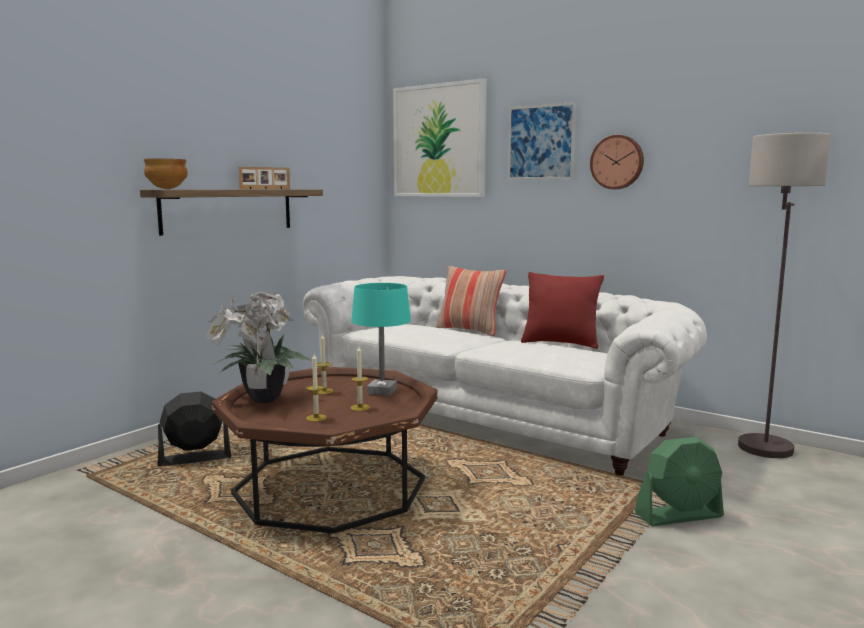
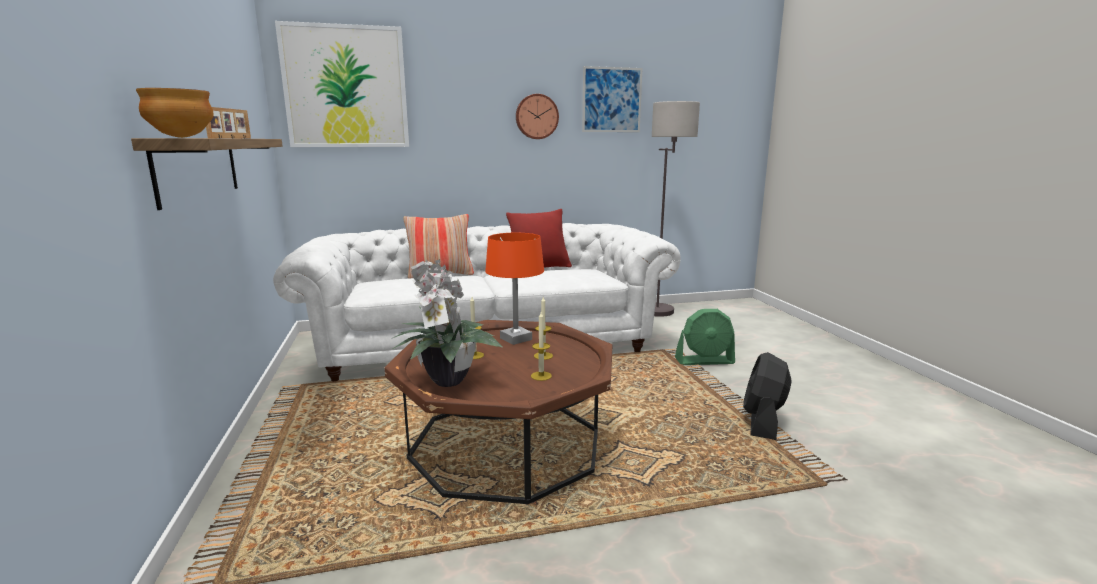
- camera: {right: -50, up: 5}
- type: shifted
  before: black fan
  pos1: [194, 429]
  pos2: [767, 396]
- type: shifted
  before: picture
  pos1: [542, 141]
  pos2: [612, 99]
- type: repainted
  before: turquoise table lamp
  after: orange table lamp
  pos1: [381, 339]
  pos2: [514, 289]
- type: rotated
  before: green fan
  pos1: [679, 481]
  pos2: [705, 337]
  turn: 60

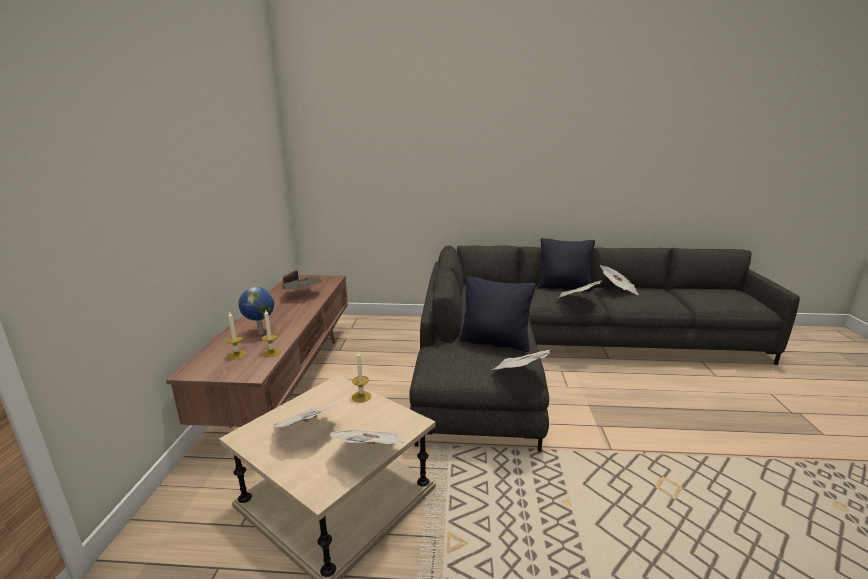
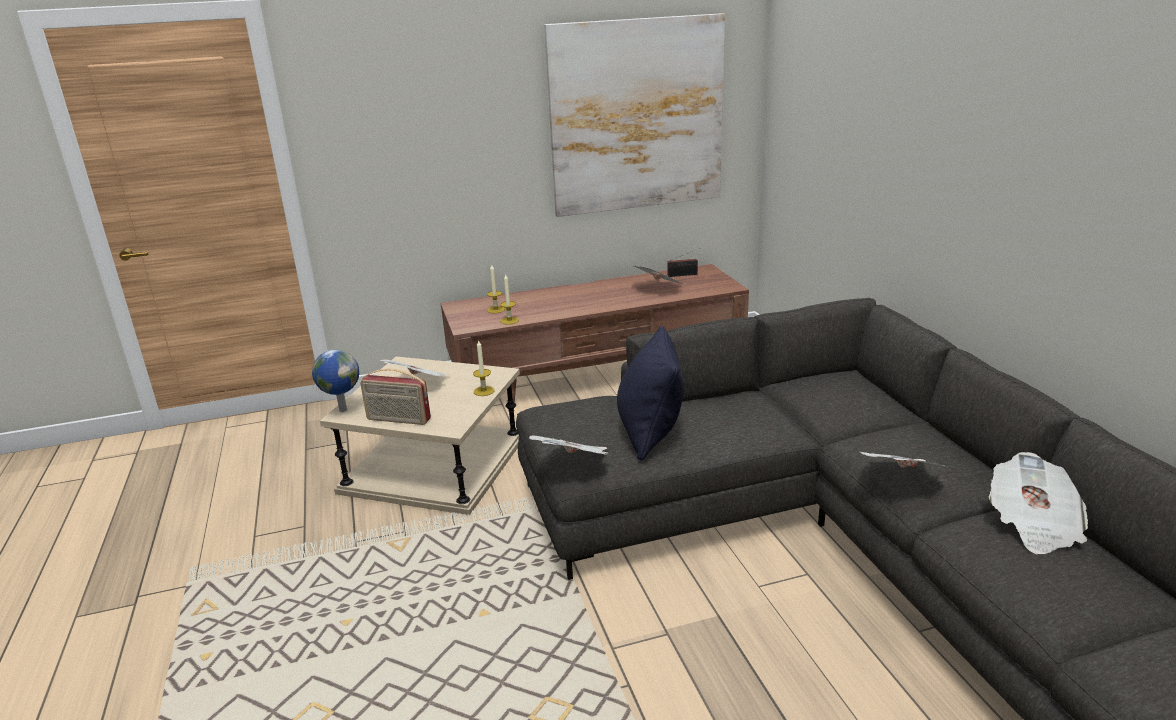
- camera: {right: 70, up: 5}
- type: gone
  before: black pillow
  pos1: [566, 264]
- type: new
  after: picture
  pos2: [634, 115]
- type: shifted
  before: globe
  pos1: [256, 310]
  pos2: [335, 380]
- type: swapped
  before: newspaper
  after: radio
  pos1: [367, 437]
  pos2: [395, 396]

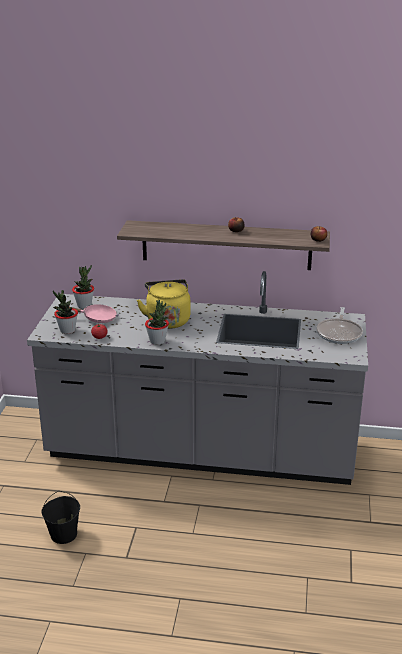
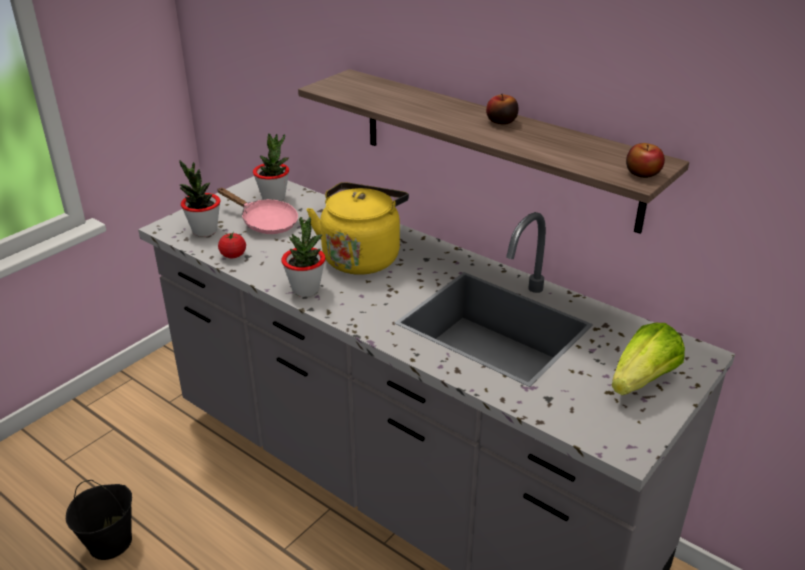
- camera: {right: 30, up: 5}
- type: swapped
  before: frying pan
  after: lettuce
  pos1: [340, 325]
  pos2: [648, 359]

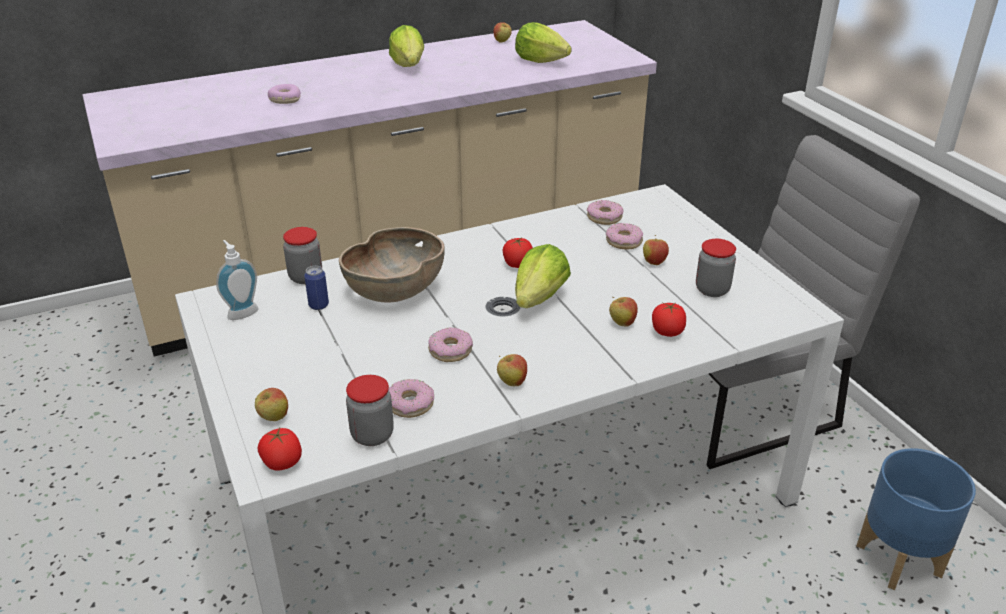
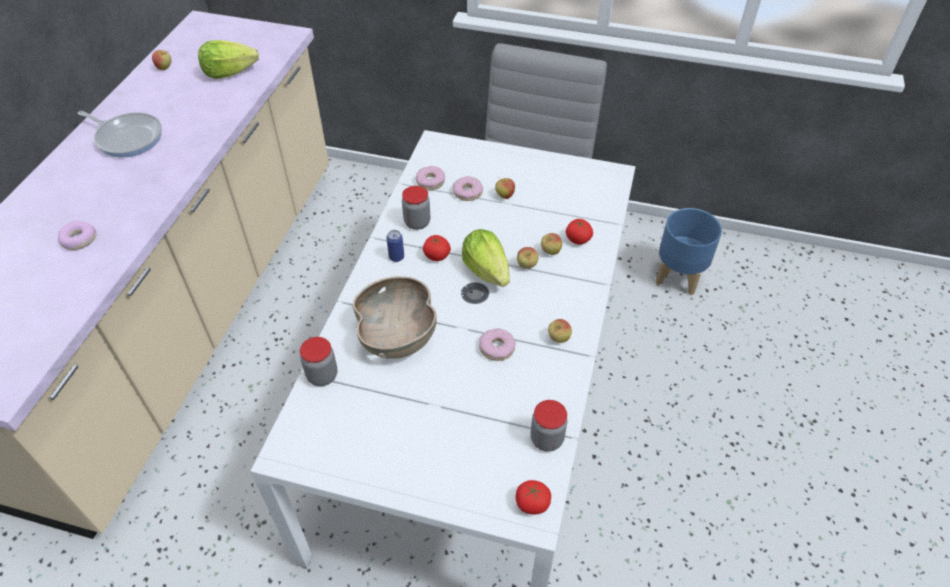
- camera: {right: -50, up: 15}
- type: gone
  before: soap dispenser
  pos1: [237, 280]
- type: gone
  before: donut
  pos1: [411, 398]
- type: shifted
  before: apple
  pos1: [271, 404]
  pos2: [528, 258]
- type: shifted
  before: can
  pos1: [316, 288]
  pos2: [395, 246]
- type: shifted
  before: jar
  pos1: [716, 268]
  pos2: [416, 208]
- type: swapped
  before: lettuce
  after: frying pan
  pos1: [406, 46]
  pos2: [120, 134]

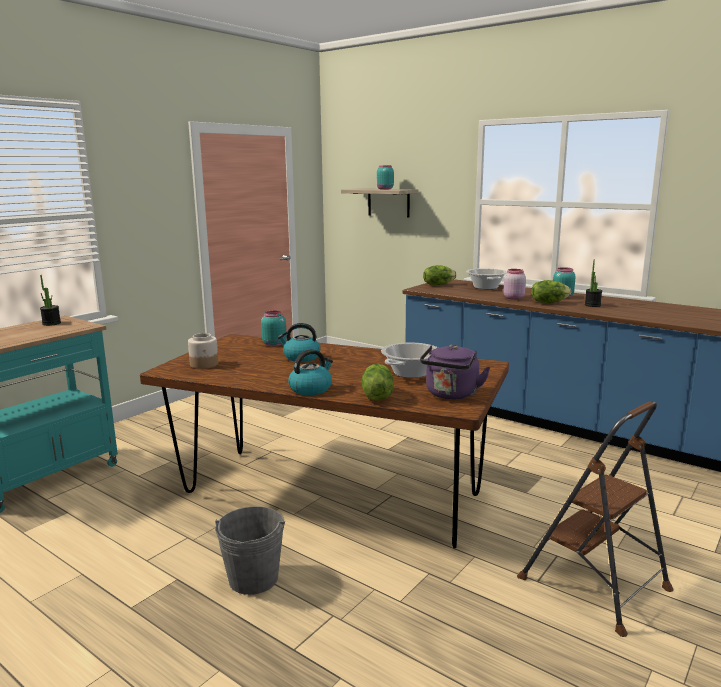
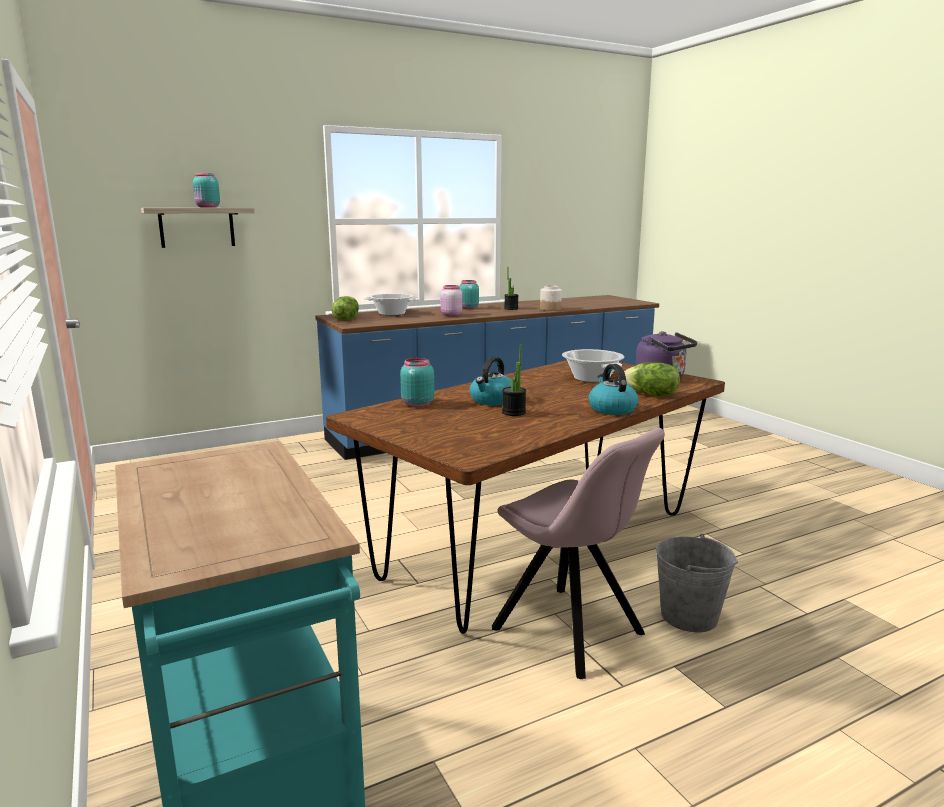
- camera: {right: -65, up: 0}
- type: gone
  before: brown step ladder
  pos1: [595, 519]
- type: gone
  before: lettuce
  pos1: [551, 291]
- type: new
  after: pink chair
  pos2: [578, 553]
- type: shifted
  before: potted plant
  pos1: [50, 300]
  pos2: [514, 380]
- type: shifted
  before: jar
  pos1: [203, 351]
  pos2: [551, 298]

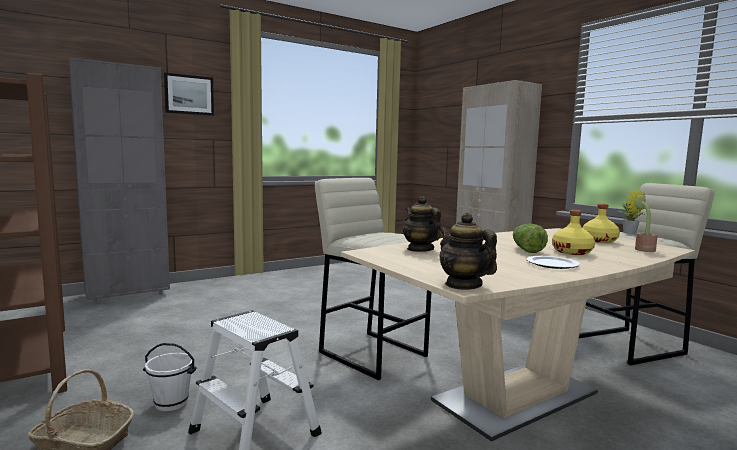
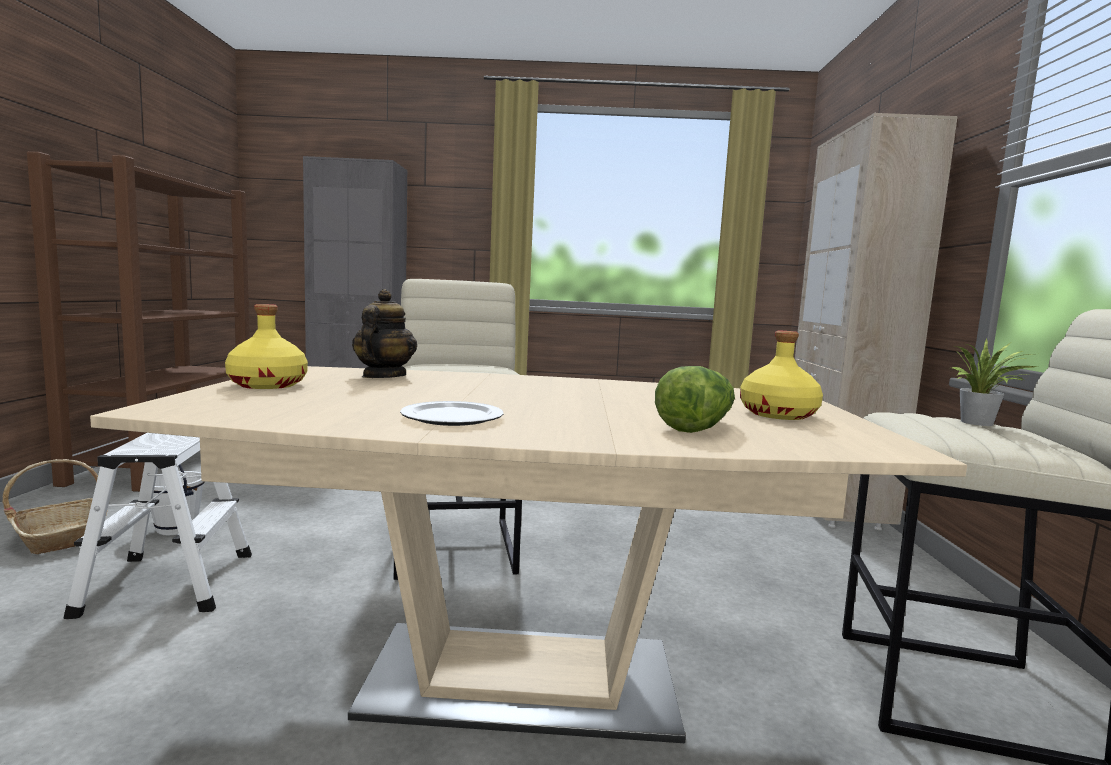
- camera: {right: 35, up: 0}
- type: gone
  before: picture
  pos1: [189, 94]
- type: gone
  before: teapot
  pos1: [468, 251]
- type: gone
  before: potted plant
  pos1: [641, 220]
- type: shifted
  before: lettuce
  pos1: [530, 238]
  pos2: [695, 399]
- type: shifted
  before: yellow bottle
  pos1: [573, 232]
  pos2: [266, 346]

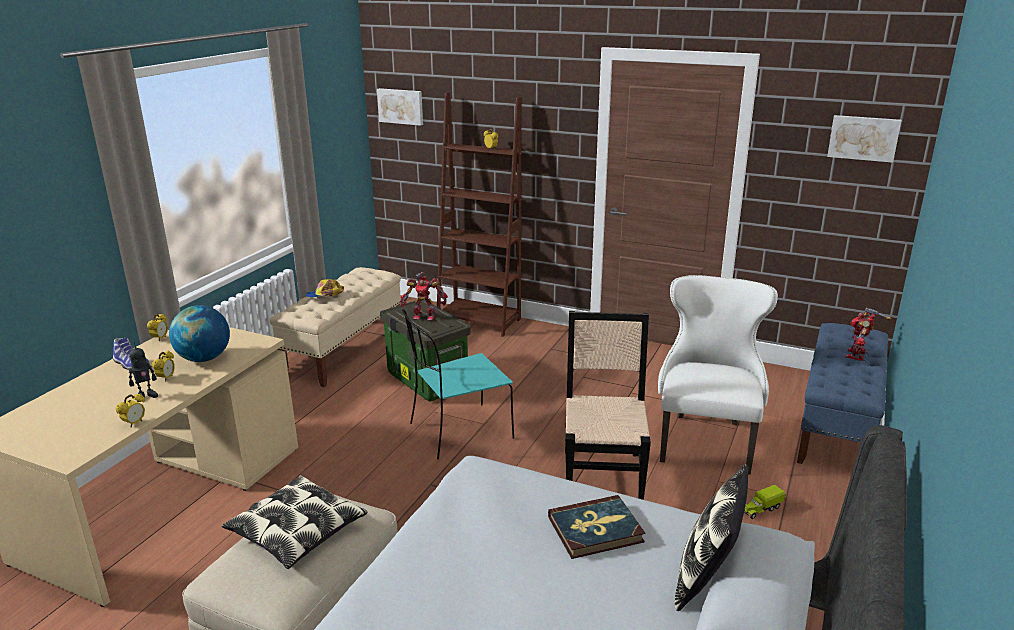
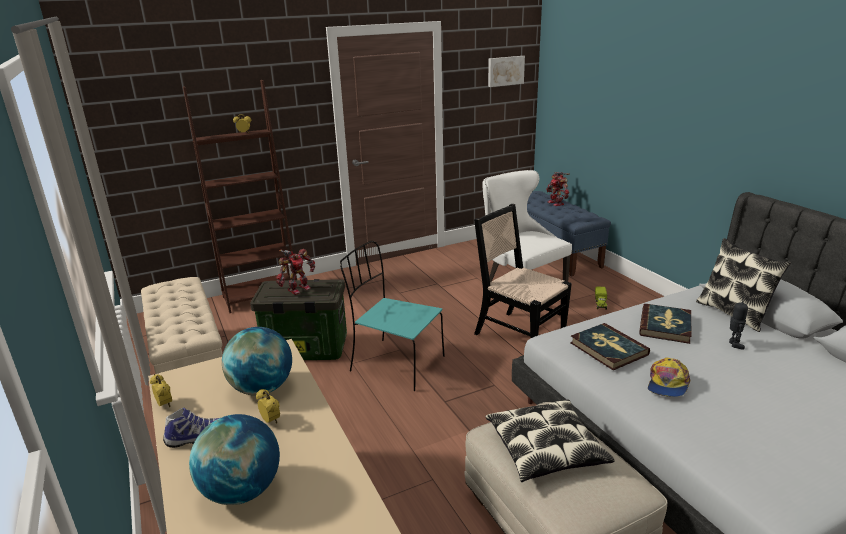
- camera: {right: -50, up: 0}
- type: gone
  before: alarm clock
  pos1: [130, 410]
- type: gone
  before: picture
  pos1: [400, 107]
- type: new
  after: globe
  pos2: [234, 459]
- type: new
  after: book
  pos2: [610, 346]
- type: shifted
  before: toy robot
  pos1: [143, 371]
  pos2: [738, 323]
- type: shifted
  before: cap
  pos1: [325, 288]
  pos2: [669, 377]
- type: rotated
  before: turquoise chair
  pos1: [458, 384]
  pos2: [392, 316]
  turn: 105

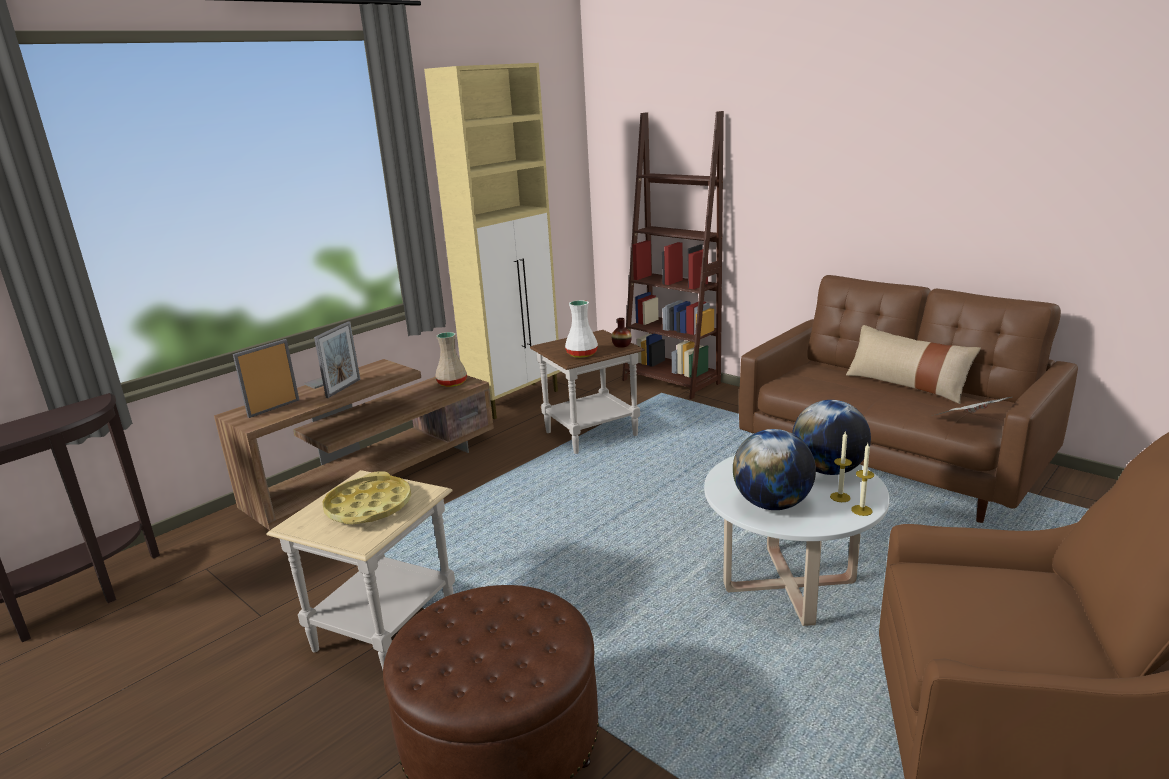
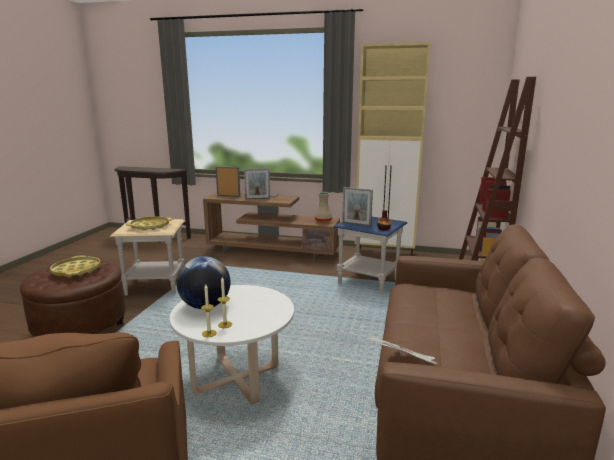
- camera: {right: 60, up: -5}
- type: gone
  before: globe
  pos1: [831, 437]
- type: gone
  before: beige pillow
  pos1: [913, 364]
- type: new
  after: yellow tray
  pos2: [75, 266]
- type: swapped
  before: white vase
  after: picture frame
  pos1: [581, 329]
  pos2: [357, 207]
- type: repainted
  before: brown side table
  after: blue side table
  pos1: [587, 392]
  pos2: [370, 255]

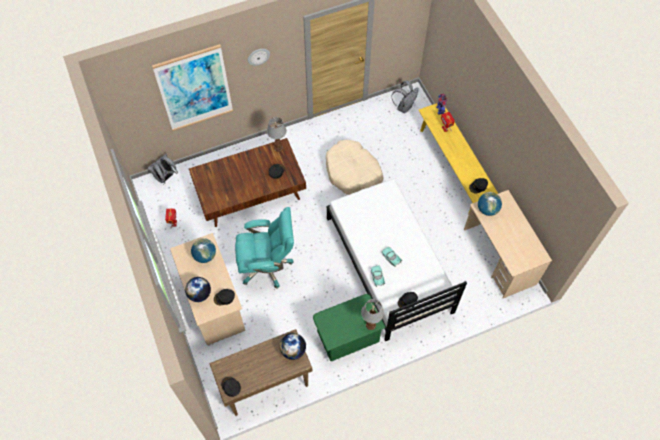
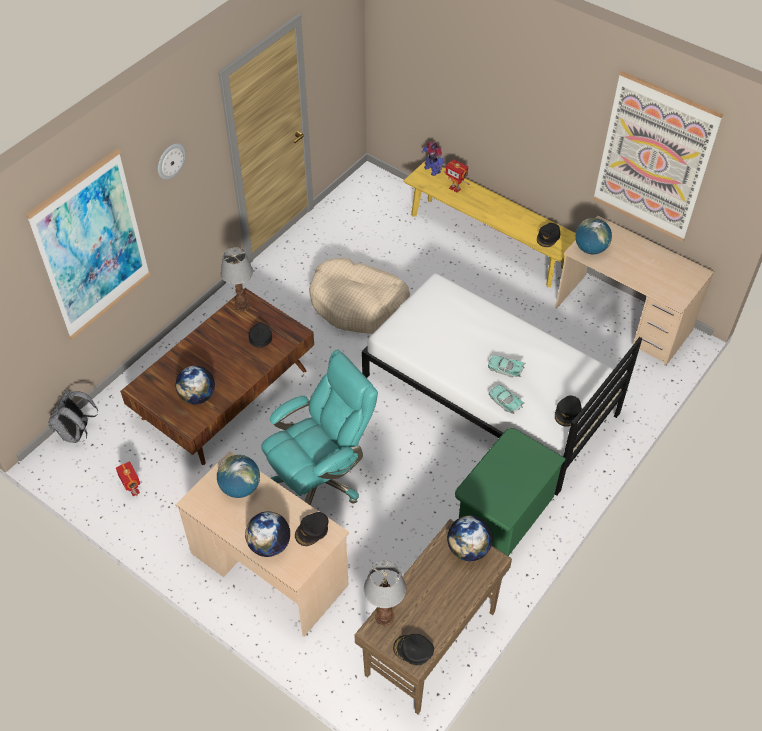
- camera: {right: -30, up: -10}
- type: gone
  before: grey backpack
  pos1: [405, 97]
- type: new
  after: globe
  pos2: [195, 385]
- type: new
  after: picture
  pos2: [658, 156]
- type: shifted
  before: table lamp
  pos1: [372, 314]
  pos2: [385, 593]

